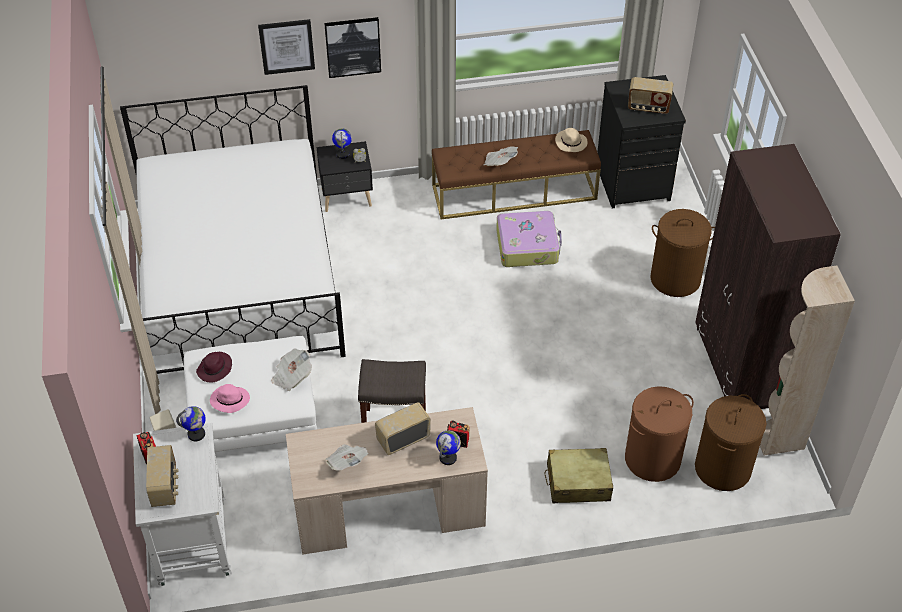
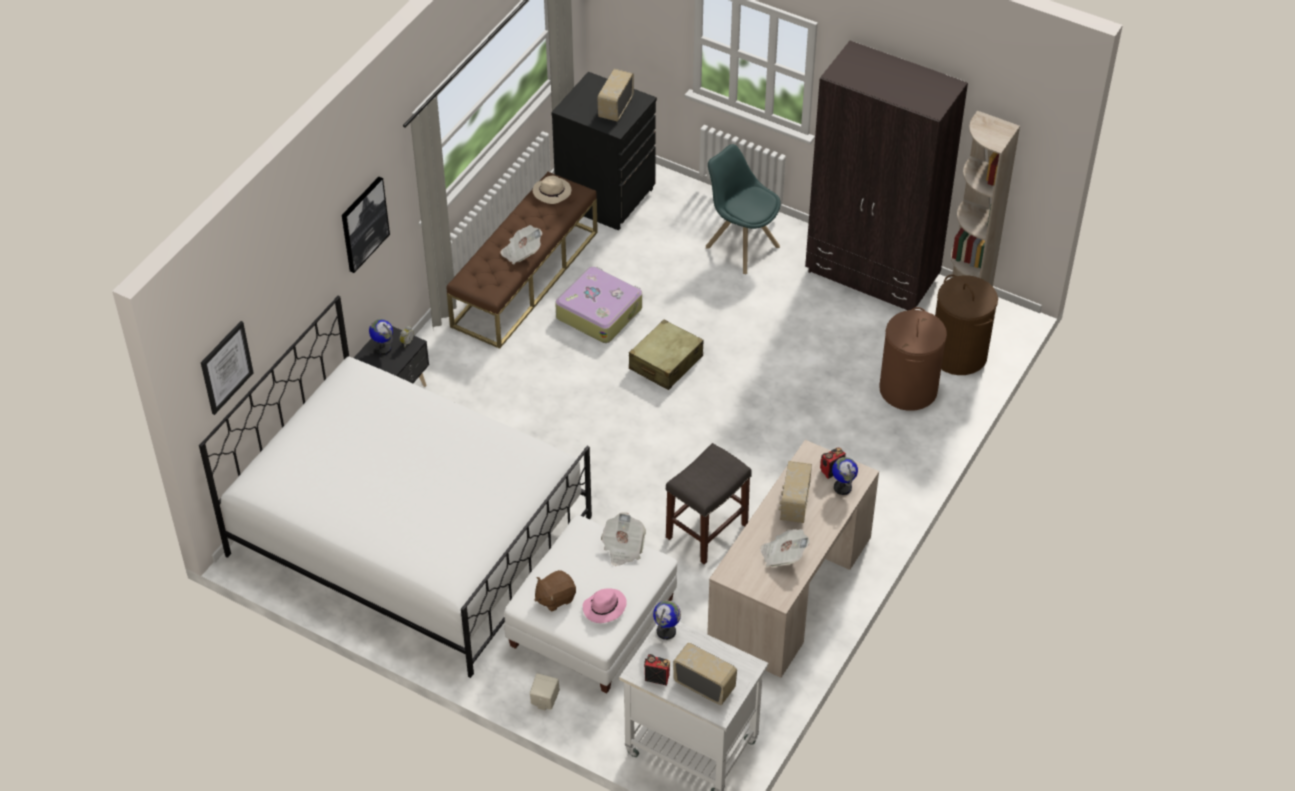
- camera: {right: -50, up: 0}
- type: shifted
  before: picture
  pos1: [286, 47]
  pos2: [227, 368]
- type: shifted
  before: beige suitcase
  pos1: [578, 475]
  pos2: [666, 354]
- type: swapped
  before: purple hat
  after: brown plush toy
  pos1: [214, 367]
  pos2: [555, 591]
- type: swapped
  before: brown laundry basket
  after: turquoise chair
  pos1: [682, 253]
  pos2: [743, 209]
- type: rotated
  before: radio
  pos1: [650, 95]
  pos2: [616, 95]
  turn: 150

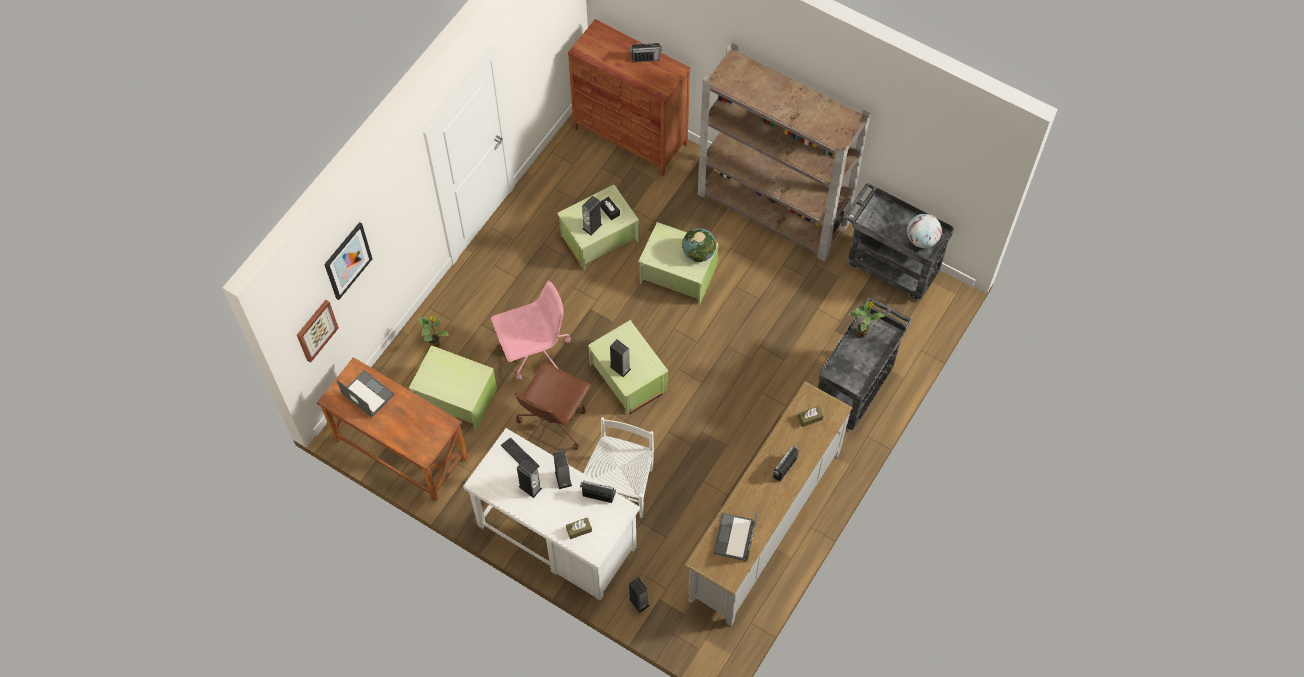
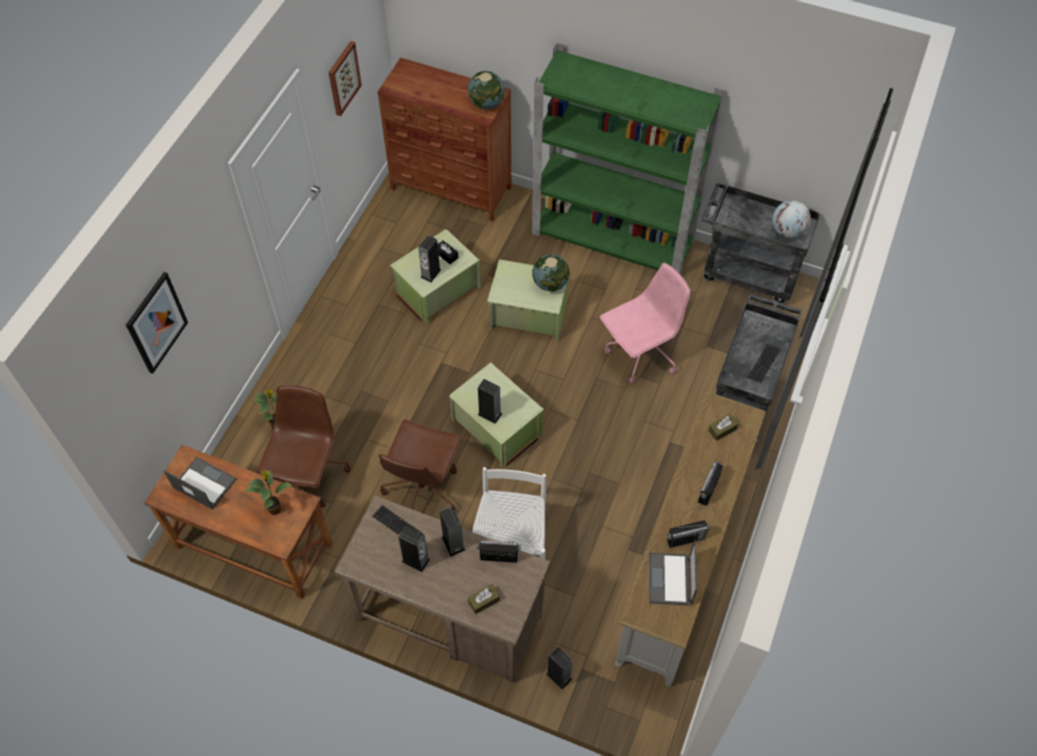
- camera: {right: -10, up: -5}
- type: new
  after: globe
  pos2: [486, 90]
- type: new
  after: keyboard
  pos2: [764, 363]
- type: shifted
  before: picture
  pos1: [318, 331]
  pos2: [345, 78]
- type: shifted
  before: pink office chair
  pos1: [531, 330]
  pos2: [645, 323]
- type: shifted
  before: radio
  pos1: [646, 52]
  pos2: [688, 534]
- type: shifted
  before: potted plant
  pos1: [867, 319]
  pos2: [269, 492]
- type: swapped
  before: green storage box
  after: brown office chair
  pos1: [453, 388]
  pos2: [303, 446]
- type: repainted
  before: white desk
  after: brown desk
  pos1: [551, 514]
  pos2: [442, 589]
- type: repainted
  before: brown bookcase
  after: green bookcase
  pos1: [784, 151]
  pos2: [628, 158]

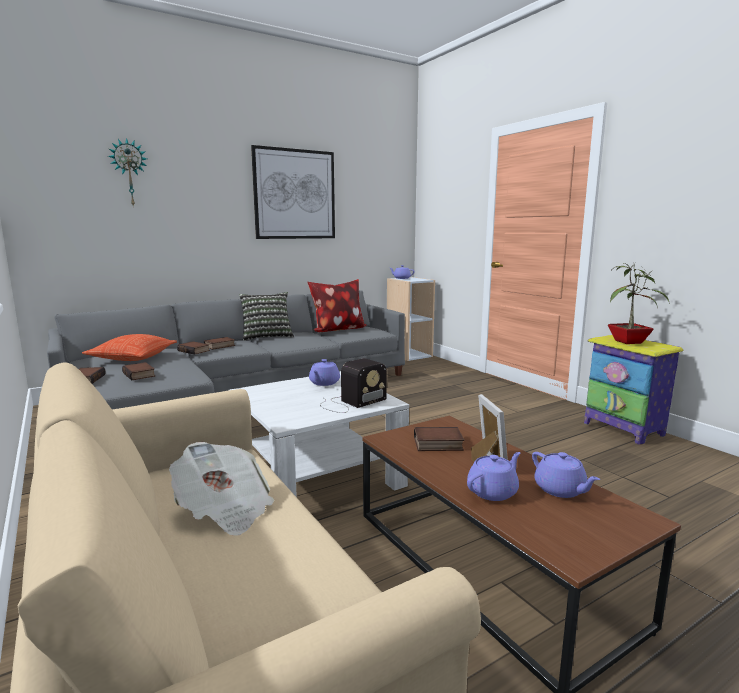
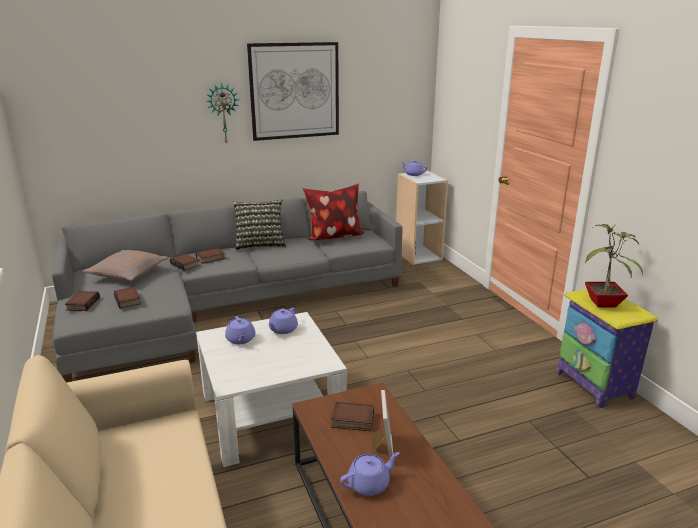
- camera: {right: 10, up: 10}
- type: gone
  before: newspaper
  pos1: [221, 489]
- type: gone
  before: radio
  pos1: [353, 385]
- type: shifted
  before: wall clock
  pos1: [127, 172]
  pos2: [223, 114]
- type: shifted
  before: purple teapot
  pos1: [566, 475]
  pos2: [240, 330]
- type: repainted
  before: orange pillow
  after: grey pillow
  pos1: [129, 347]
  pos2: [125, 265]

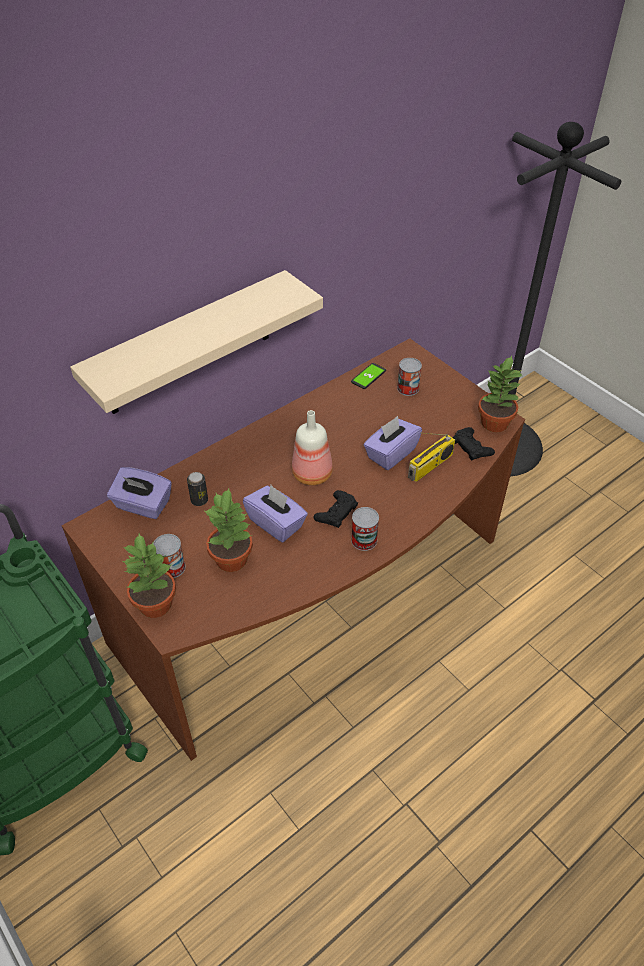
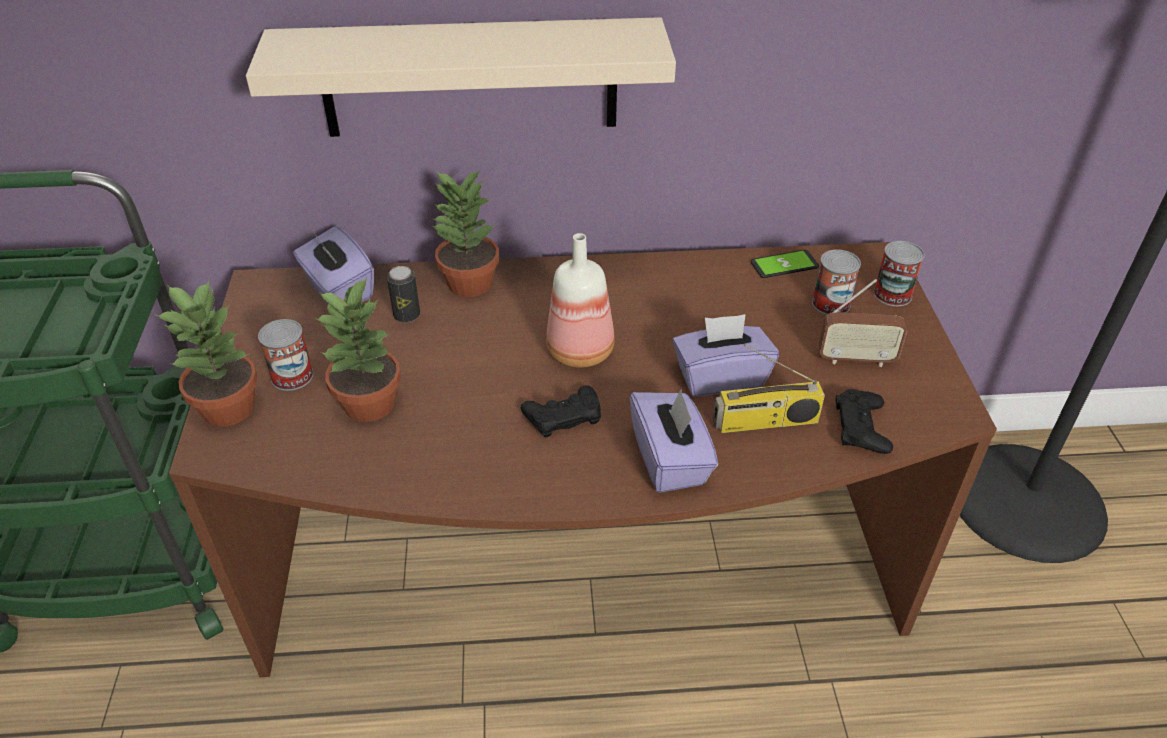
- camera: {right: 35, up: -5}
- type: new
  after: radio
  pos2: [863, 323]
- type: shifted
  before: purple tissue box
  pos1: [275, 513]
  pos2: [673, 441]
- type: shifted
  before: can
  pos1: [365, 529]
  pos2: [899, 273]
- type: shifted
  before: potted plant
  pos1: [500, 394]
  pos2: [464, 233]

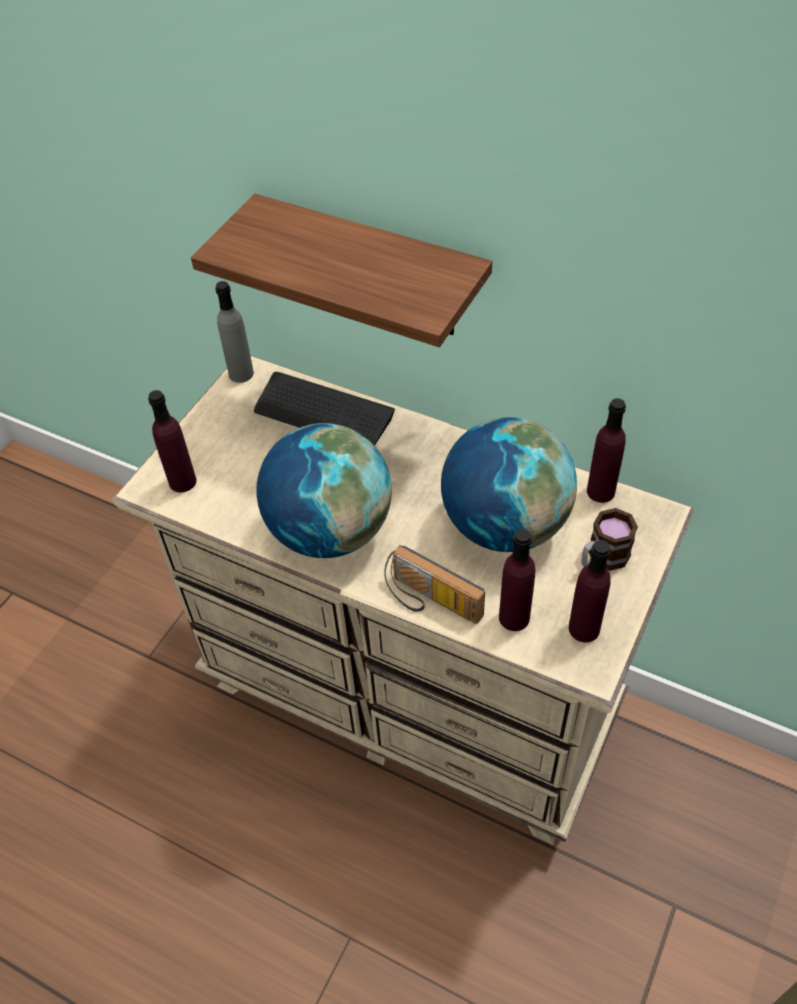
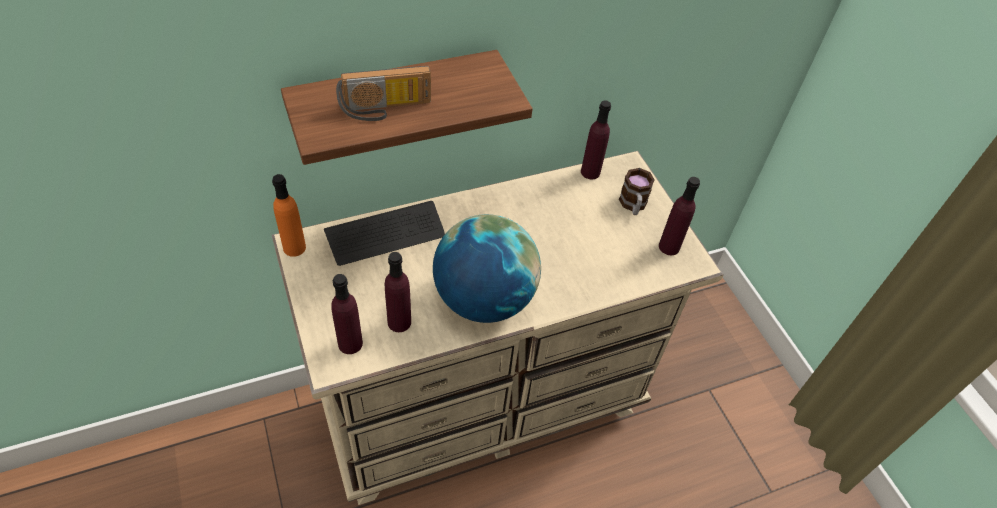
- camera: {right: -55, up: 0}
- type: gone
  before: globe
  pos1: [509, 484]
- type: shifted
  before: radio
  pos1: [434, 584]
  pos2: [383, 93]
- type: shifted
  before: purple bottle
  pos1: [517, 580]
  pos2: [398, 292]
- type: repainted
  before: grey bottle
  after: orange bottle
  pos1: [234, 332]
  pos2: [289, 215]

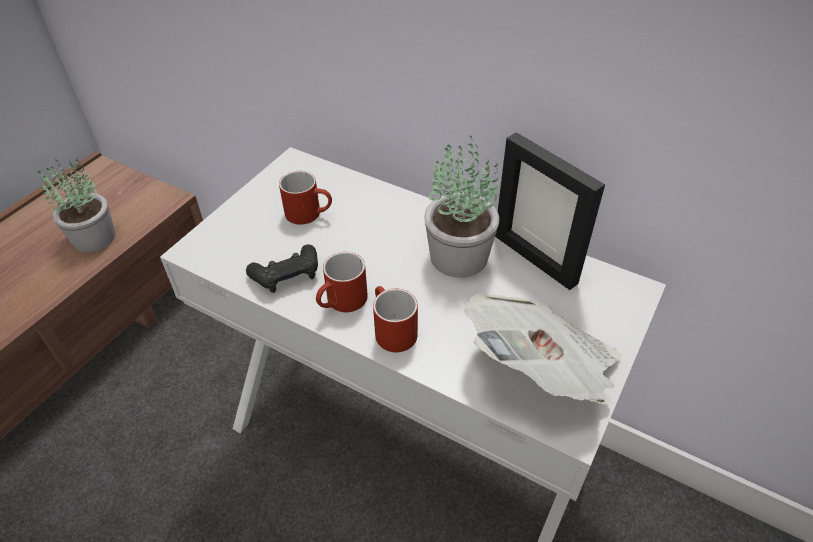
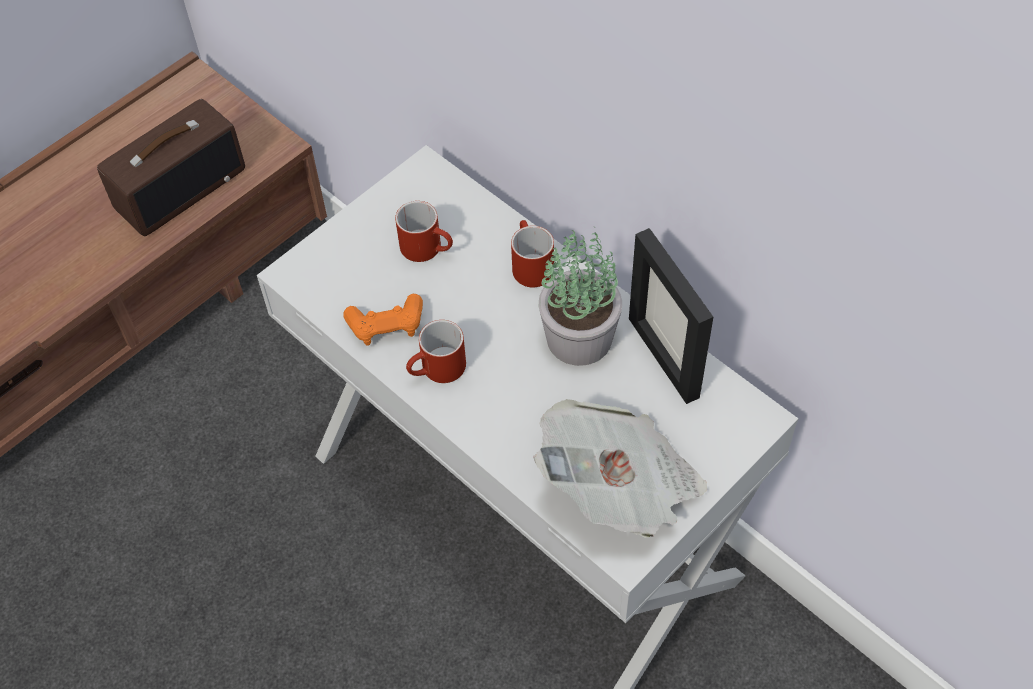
- camera: {right: 15, up: 10}
- type: shifted
  before: red mug
  pos1: [395, 319]
  pos2: [532, 253]
- type: swapped
  before: potted plant
  after: radio
  pos1: [76, 204]
  pos2: [171, 167]
- type: repainted
  before: black game controller
  after: orange game controller
  pos1: [282, 268]
  pos2: [383, 320]

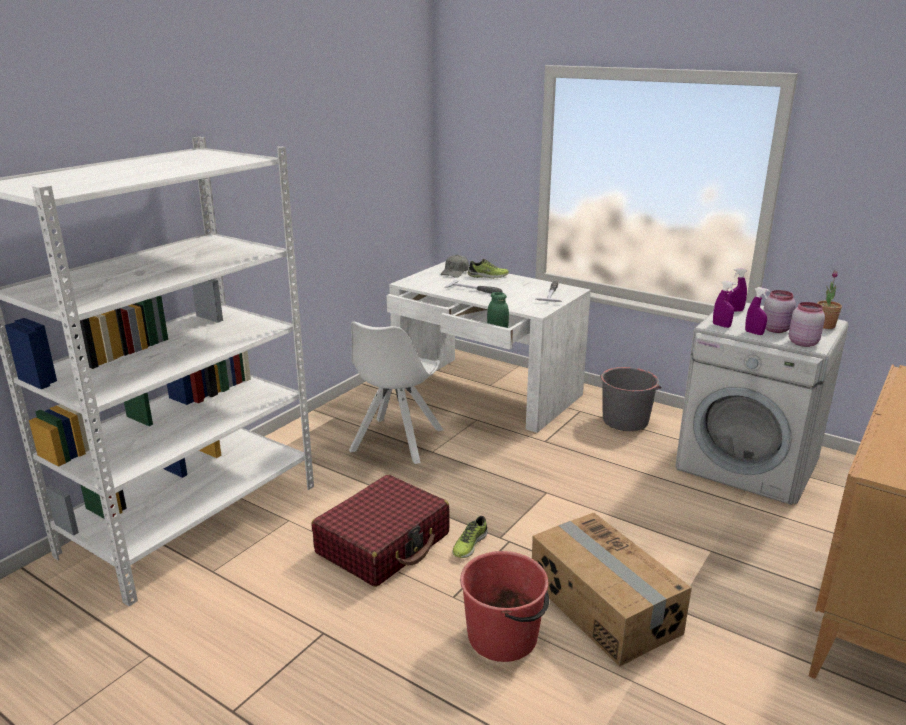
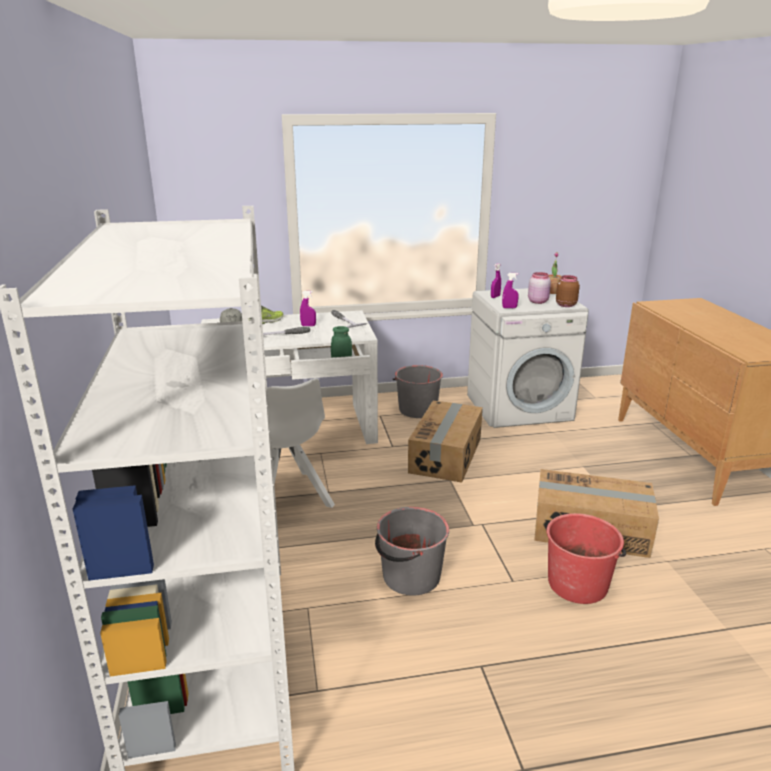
- camera: {right: -45, up: 0}
- type: gone
  before: shoe
  pos1: [470, 537]
- type: new
  after: cardboard box
  pos2: [445, 442]
- type: shifted
  before: purple spray bottle
  pos1: [757, 311]
  pos2: [308, 308]
- type: swapped
  before: red suitcase
  after: grey bucket
  pos1: [381, 531]
  pos2: [412, 551]
- type: repainted
  before: pink jar
  after: brown jar
  pos1: [807, 324]
  pos2: [568, 291]

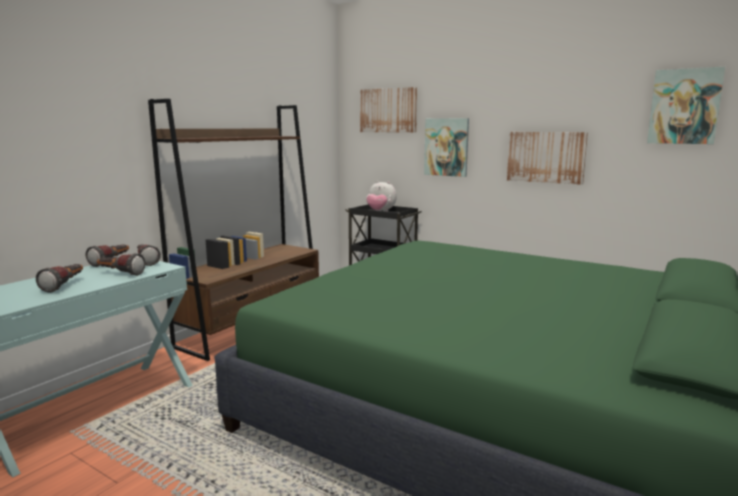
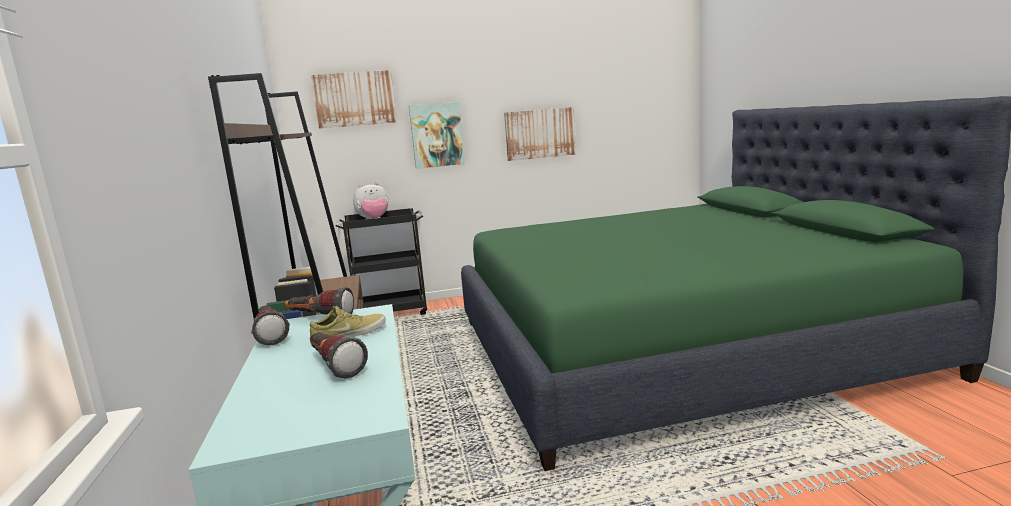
- camera: {right: -45, up: 0}
- type: gone
  before: picture
  pos1: [686, 105]
- type: swapped
  before: flashlight
  after: beige shoe
  pos1: [121, 264]
  pos2: [348, 324]

